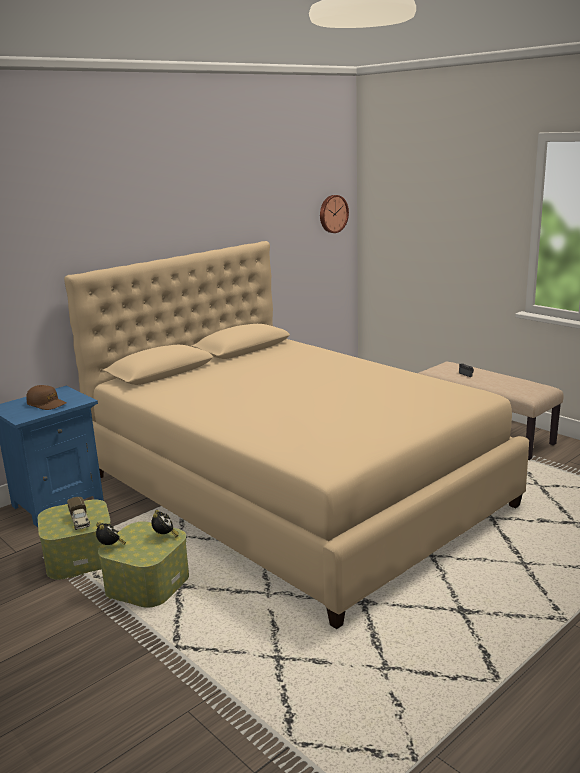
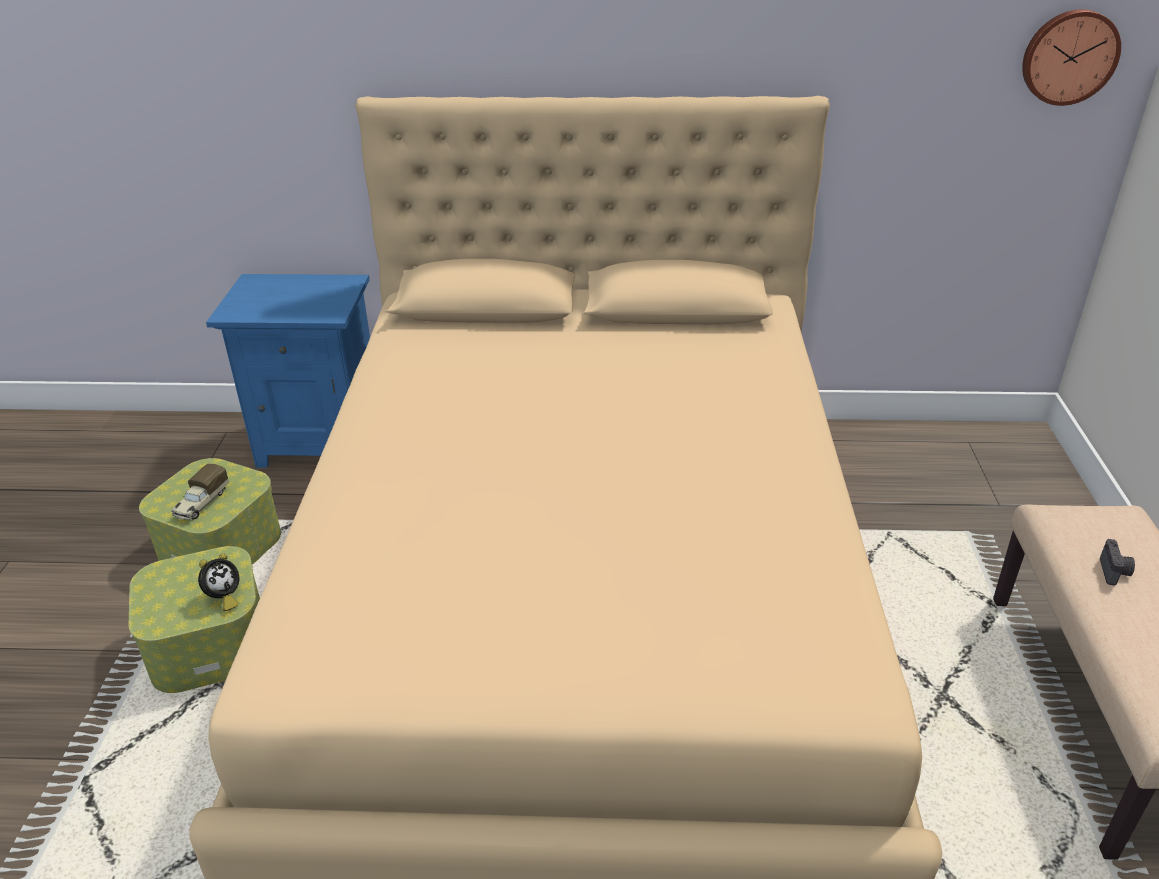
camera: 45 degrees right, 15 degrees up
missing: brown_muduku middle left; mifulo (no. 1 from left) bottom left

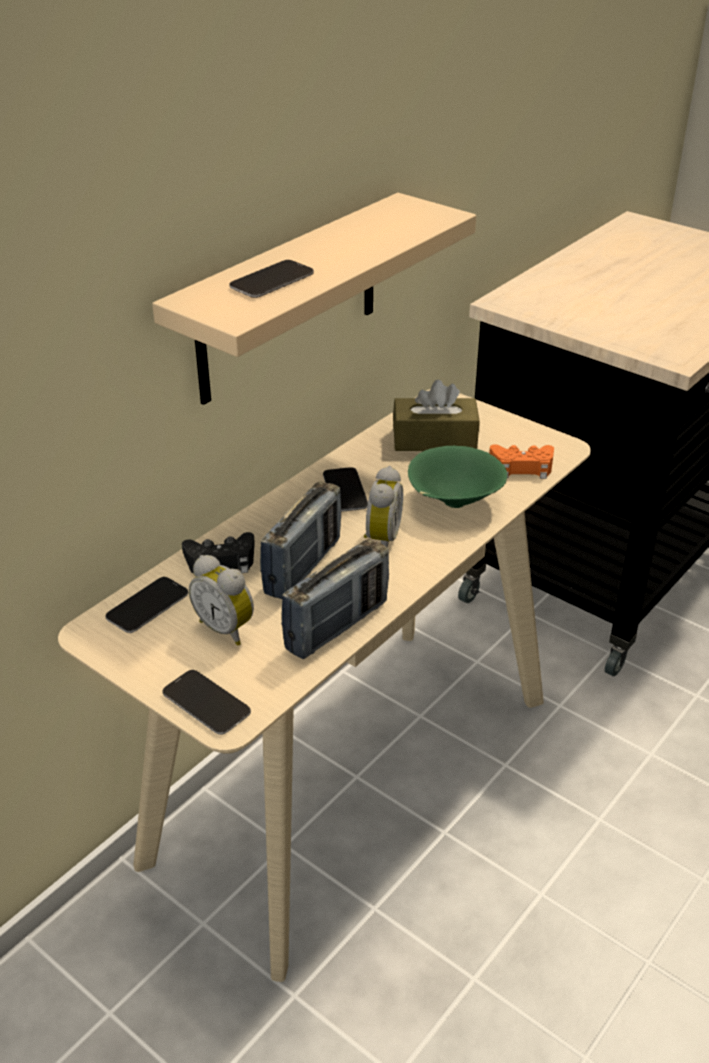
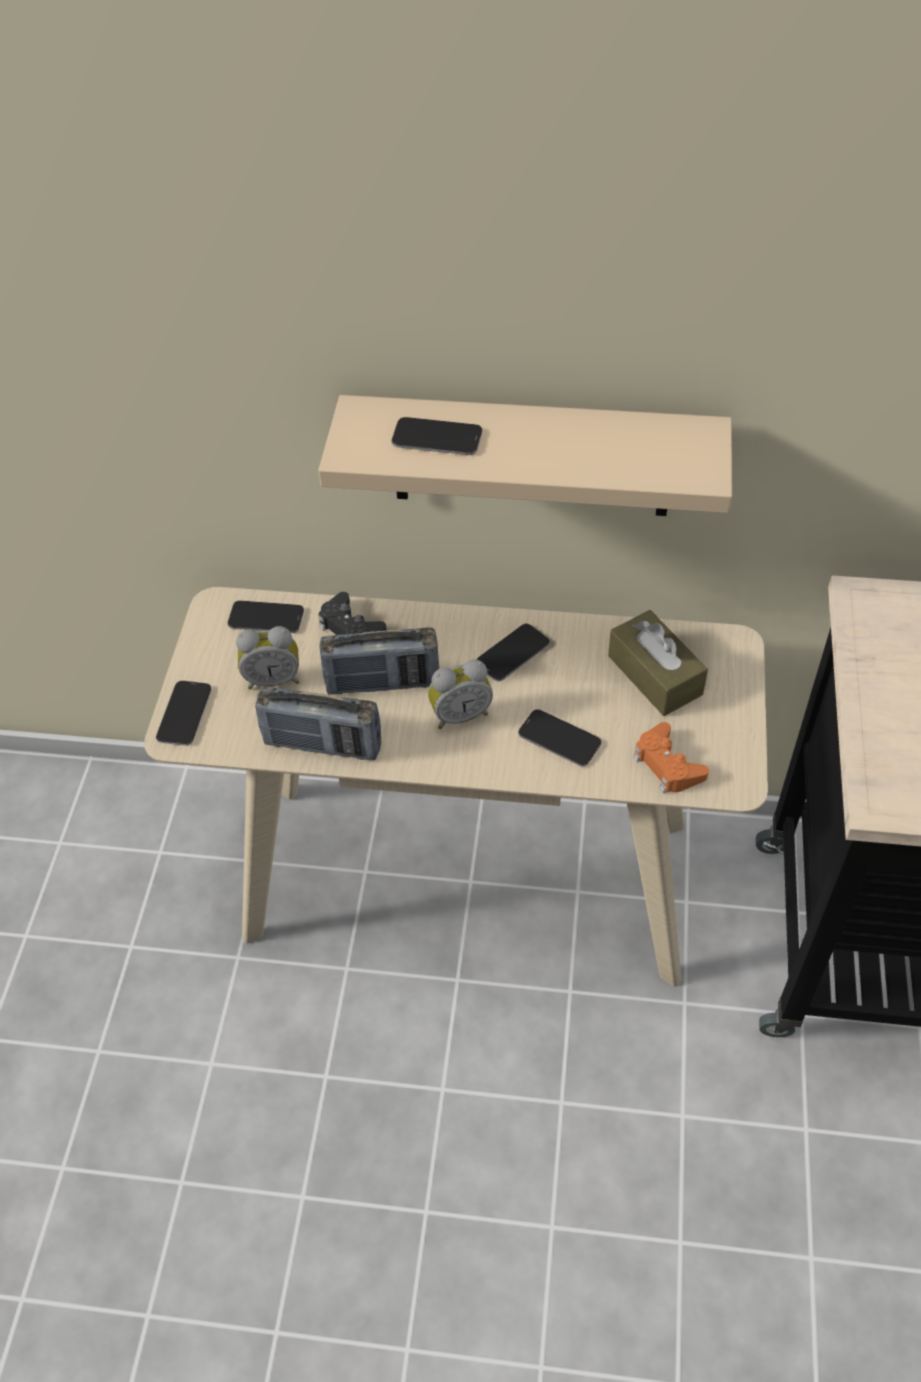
camera: 60 degrees right, 15 degrees up
exchanged: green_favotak centre to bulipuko (no. 5 from left) centre
spun: mifulo (no. 1 from left) middle left = middle left 105 degrees counterclockwise

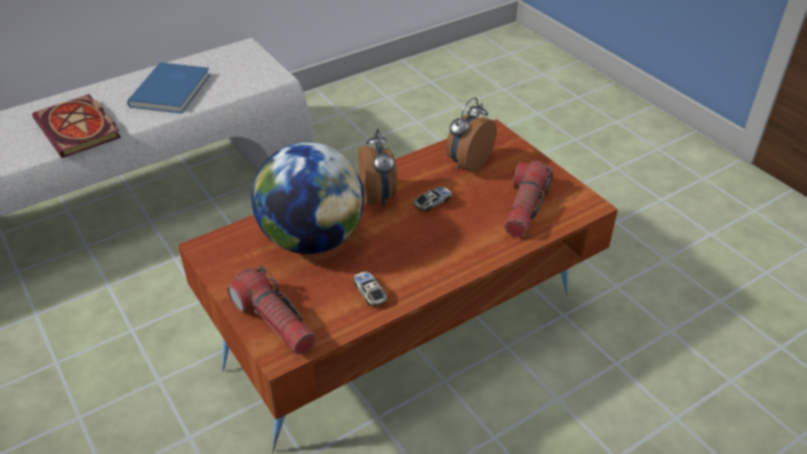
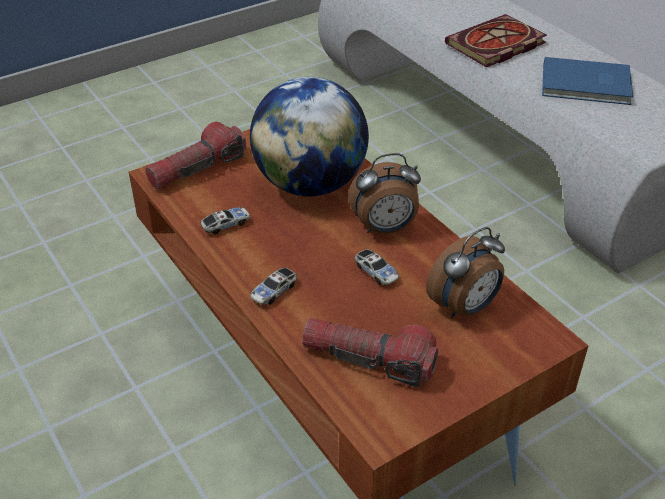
camera: 90 degrees right, 0 degrees up
appeared: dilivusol (no. 2 from left) centre
spun: mifulo (no. 2 from left) top centre = middle right 105 degrees clockwise

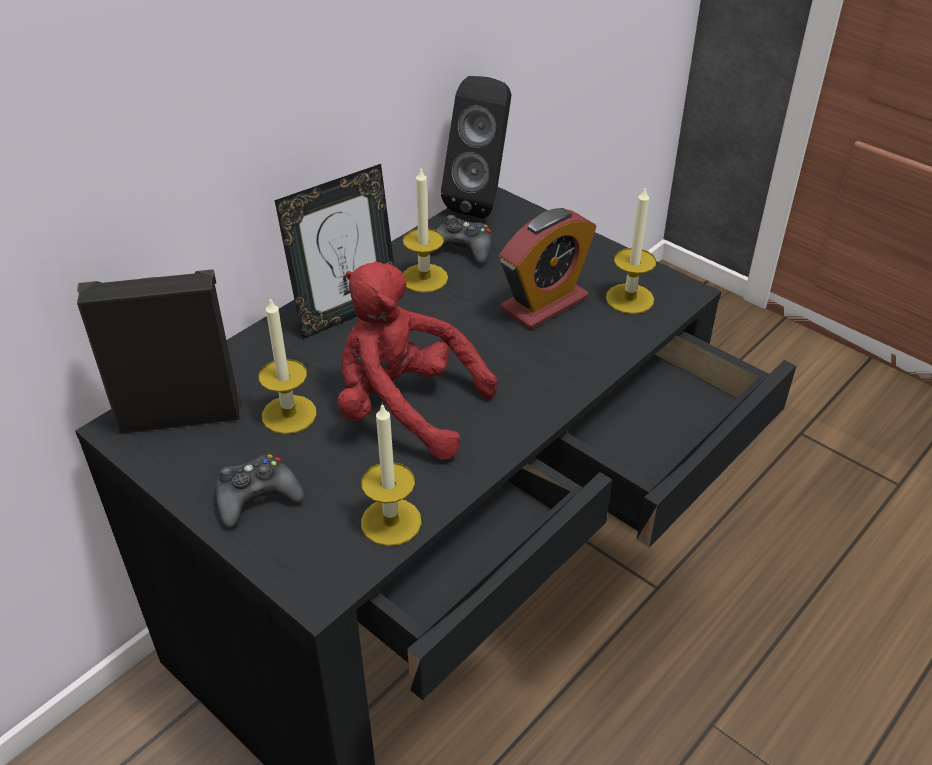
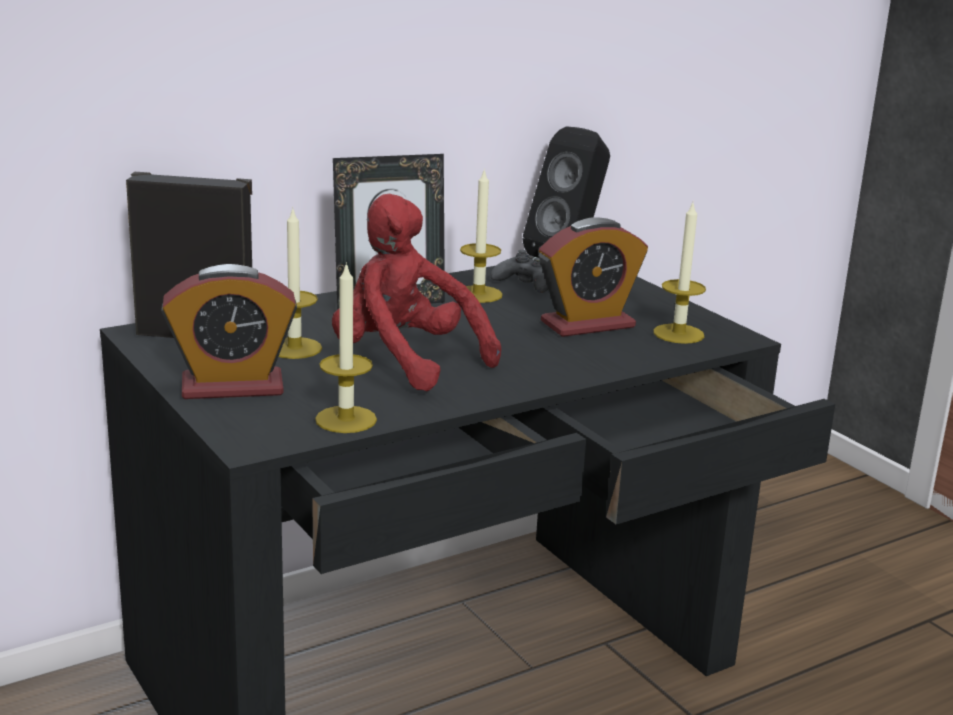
camera: 15 degrees right, 20 degrees down
exchanged: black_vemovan (no. 1 from left) middle left to mifulo (no. 1 from left) middle left

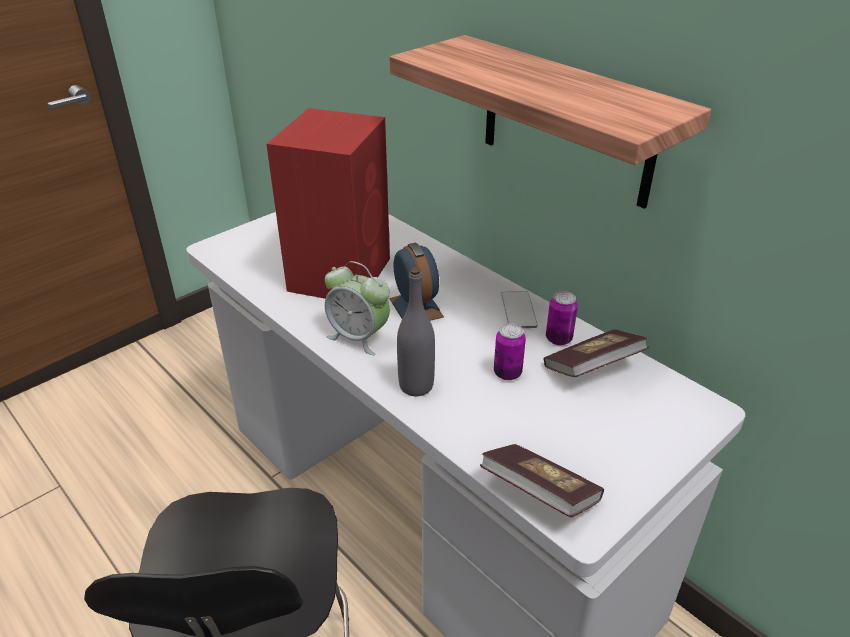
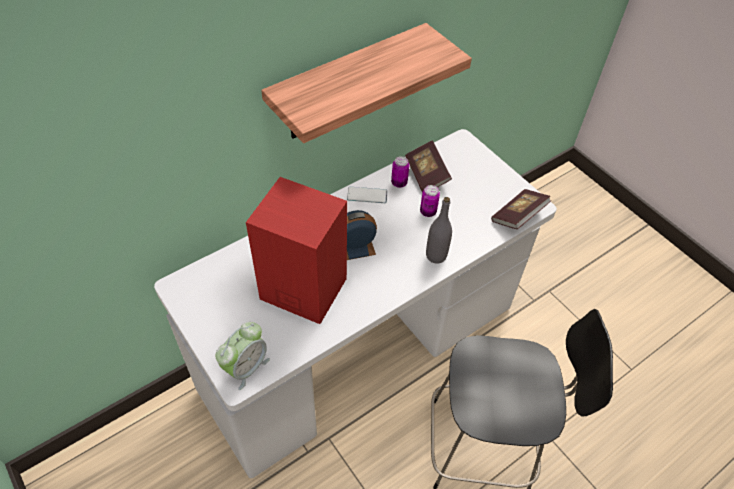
camera: 85 degrees left, 15 degrees up
relocated: mifulo (no. 1 from left) centre to bottom left

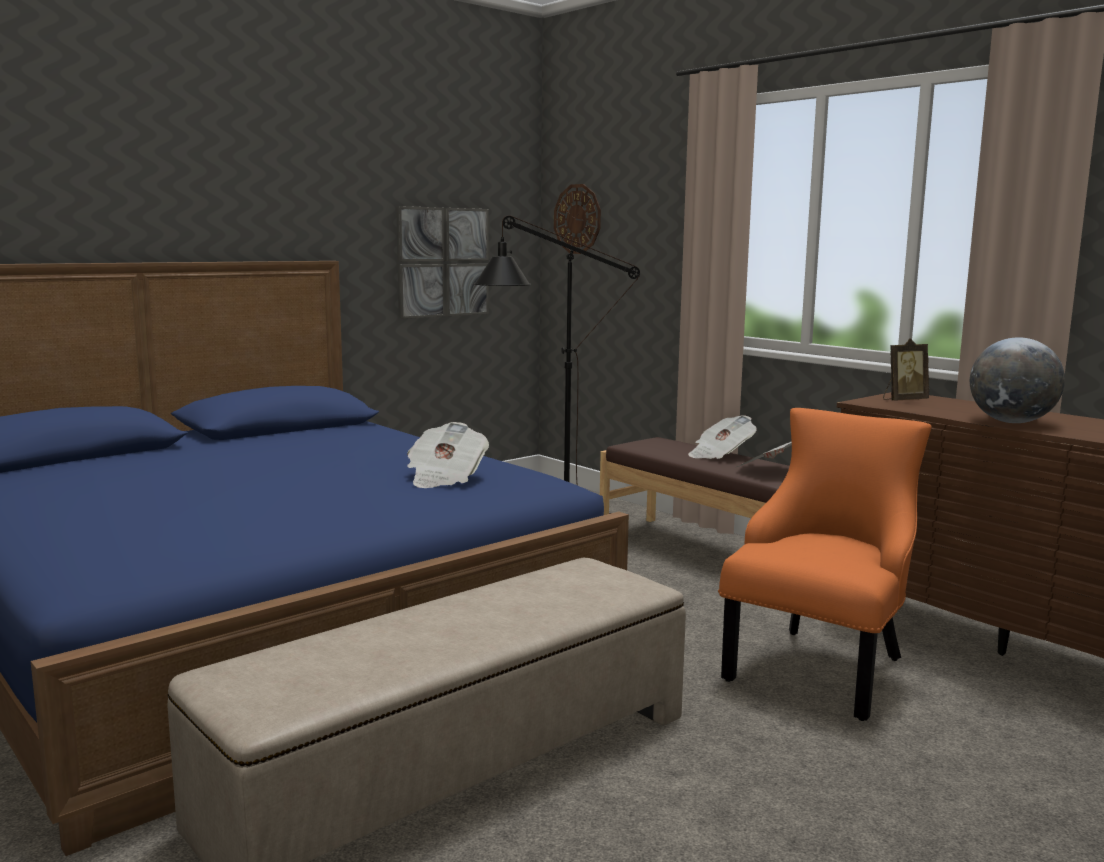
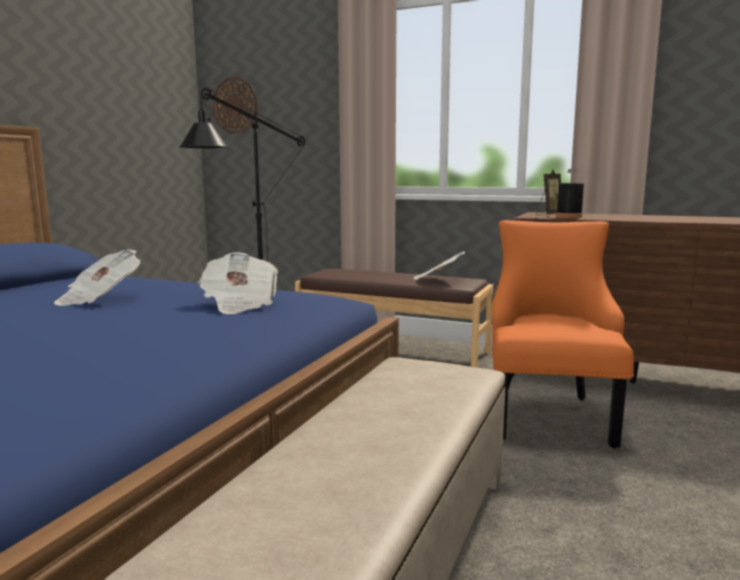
camera: 25 degrees left, 0 degrees up
missing: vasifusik top centre; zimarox middle right
appeared: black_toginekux top right
relocated: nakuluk (no. 2 from left in the first image) centre to nakuluk (no. 1 from left) middle left

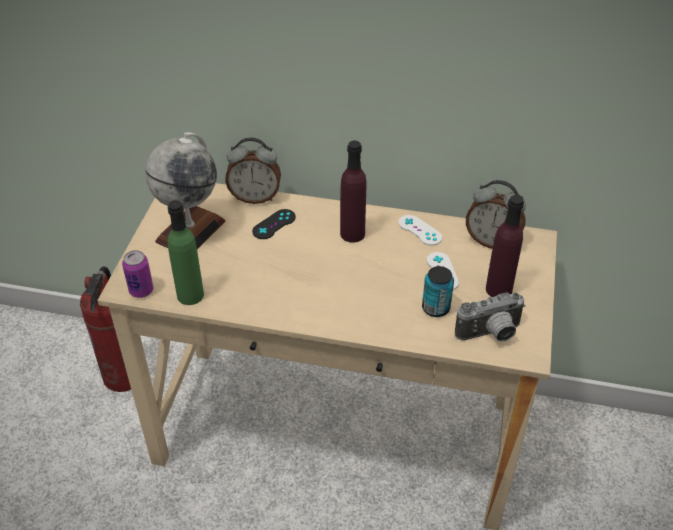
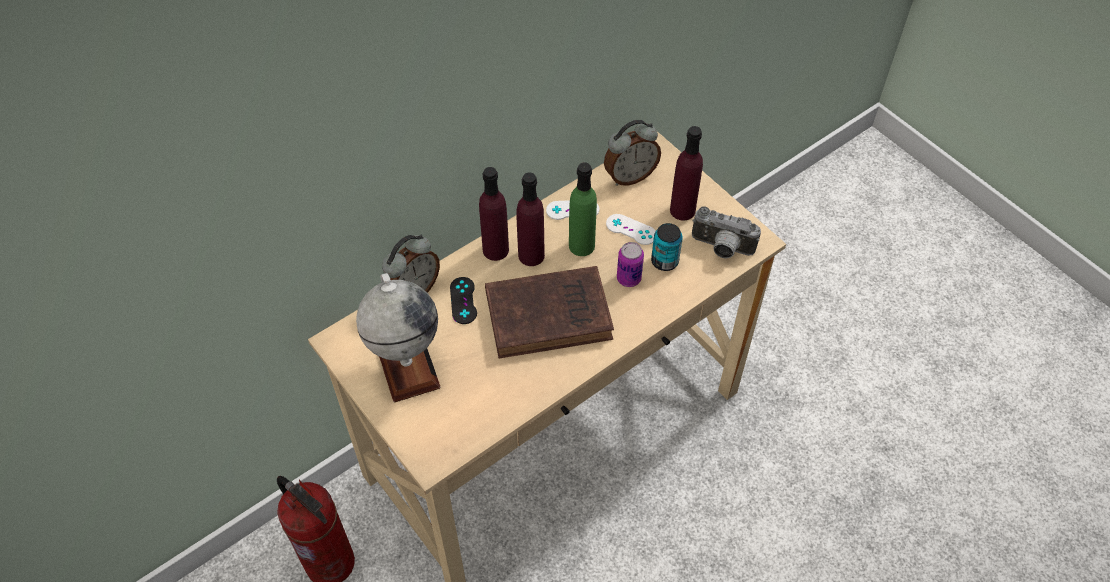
camera: 50 degrees left, 10 degrees up
appeared: purple_toginekux (no. 1 from left) centre; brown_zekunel centre
relocated: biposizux (no. 1 from left) middle left to centre; green_toginekux middle left to centre
spun: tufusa middle right = centre 90 degrees clockwise

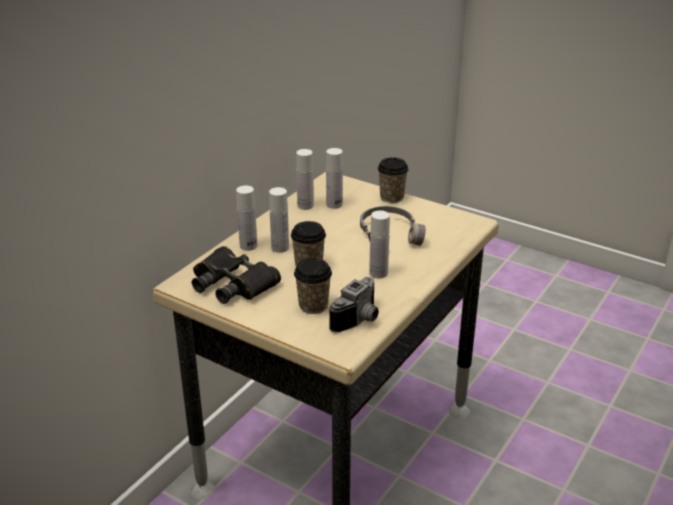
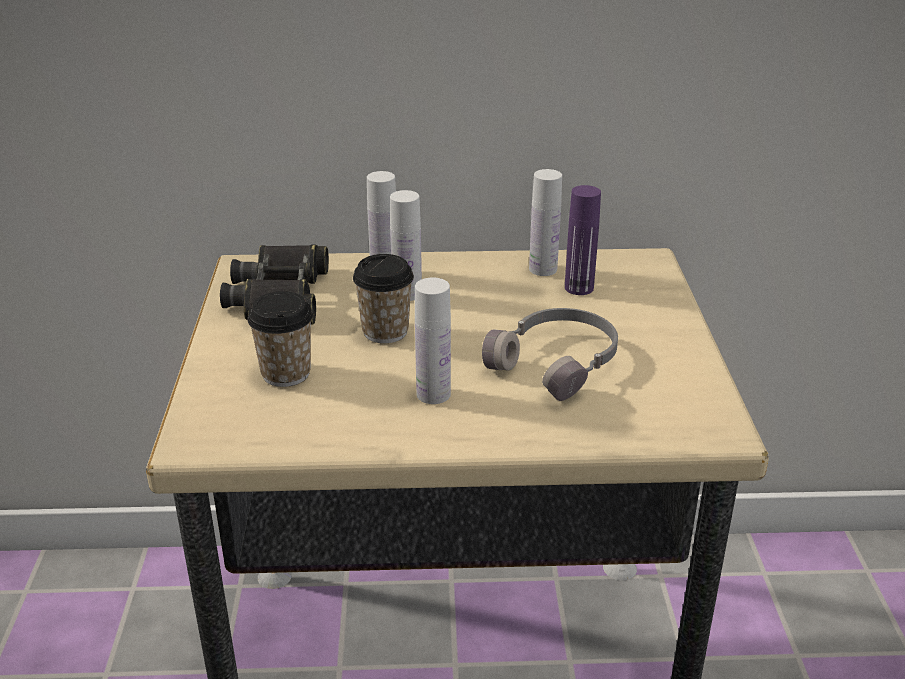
camera: 55 degrees right, 0 degrees up
missing: tufusa centre; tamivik (no. 3 from left) centre
colour: white_toginekux (no. 4 from left) centre to purple_toginekux centre

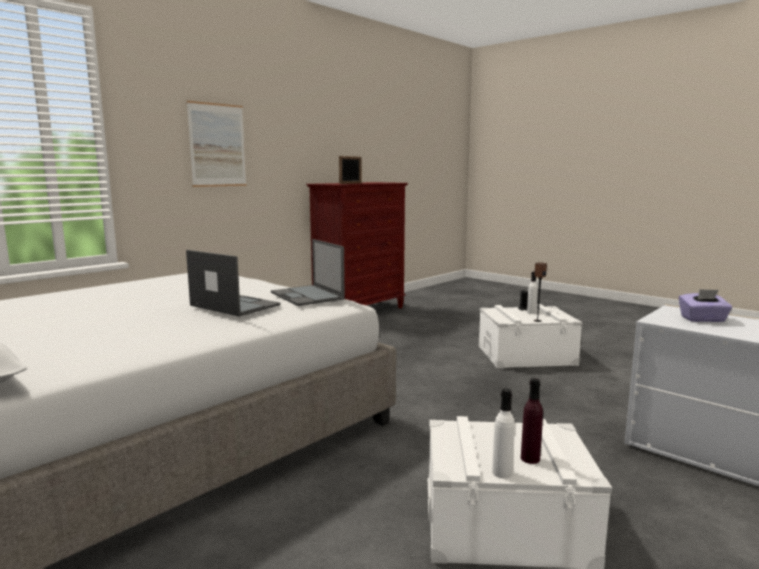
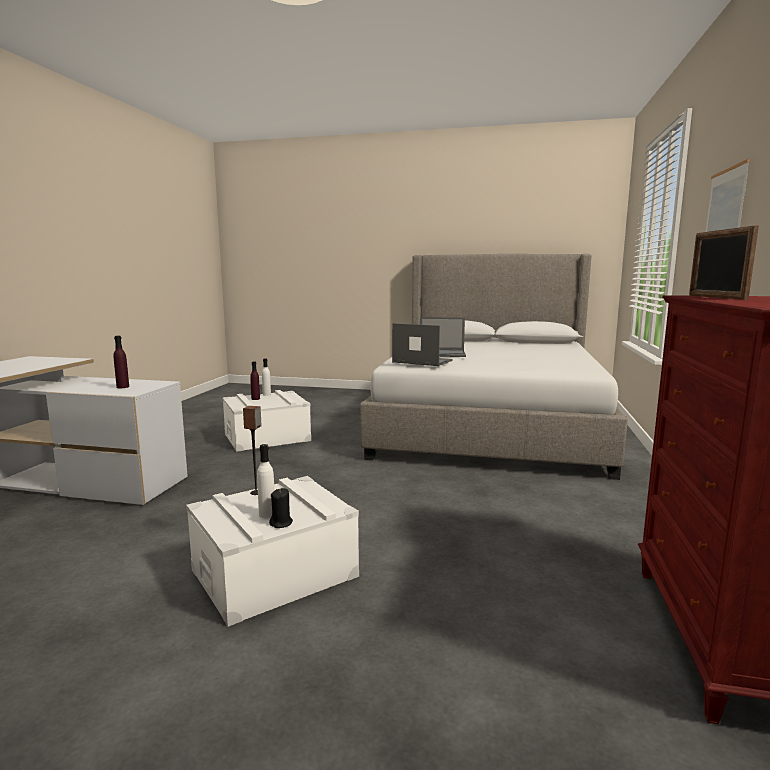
camera: 150 degrees right, 0 degrees up
exchanged: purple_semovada middle right to purple_toginekux (no. 1 from left) middle left

